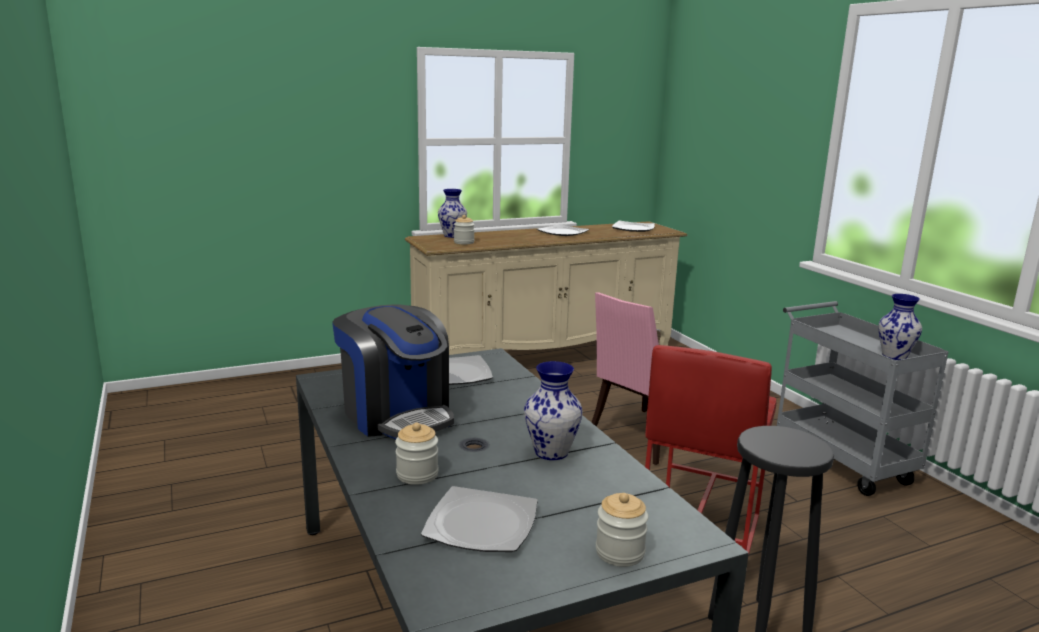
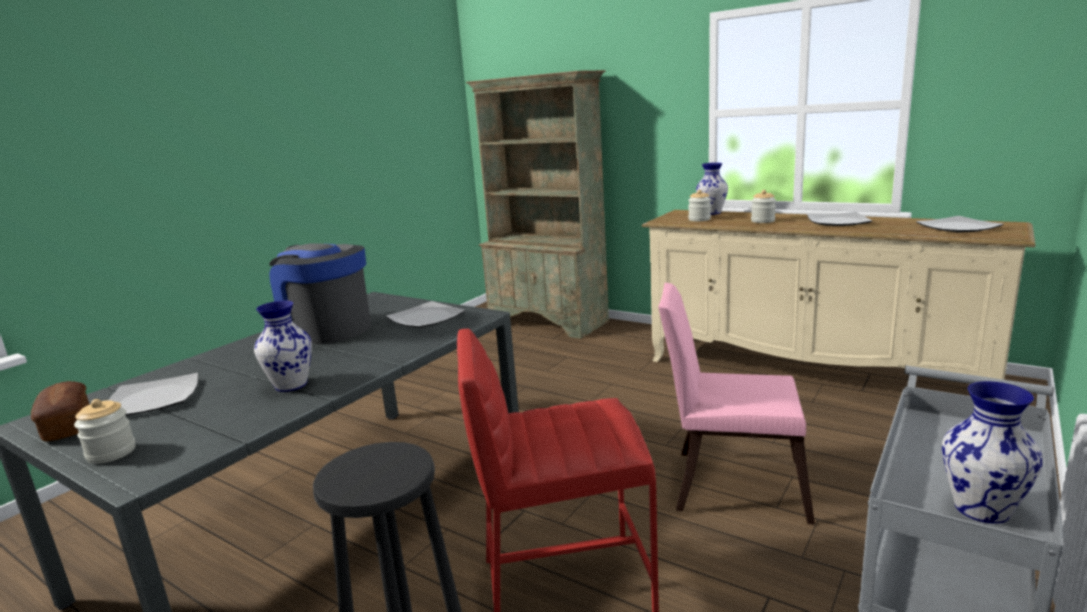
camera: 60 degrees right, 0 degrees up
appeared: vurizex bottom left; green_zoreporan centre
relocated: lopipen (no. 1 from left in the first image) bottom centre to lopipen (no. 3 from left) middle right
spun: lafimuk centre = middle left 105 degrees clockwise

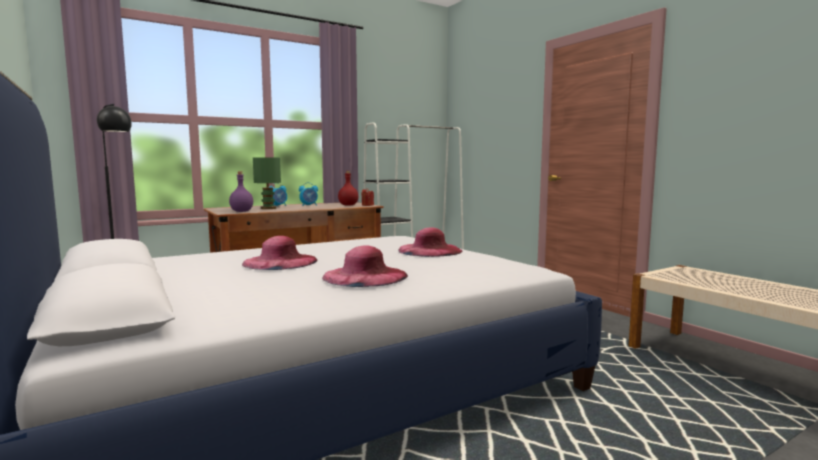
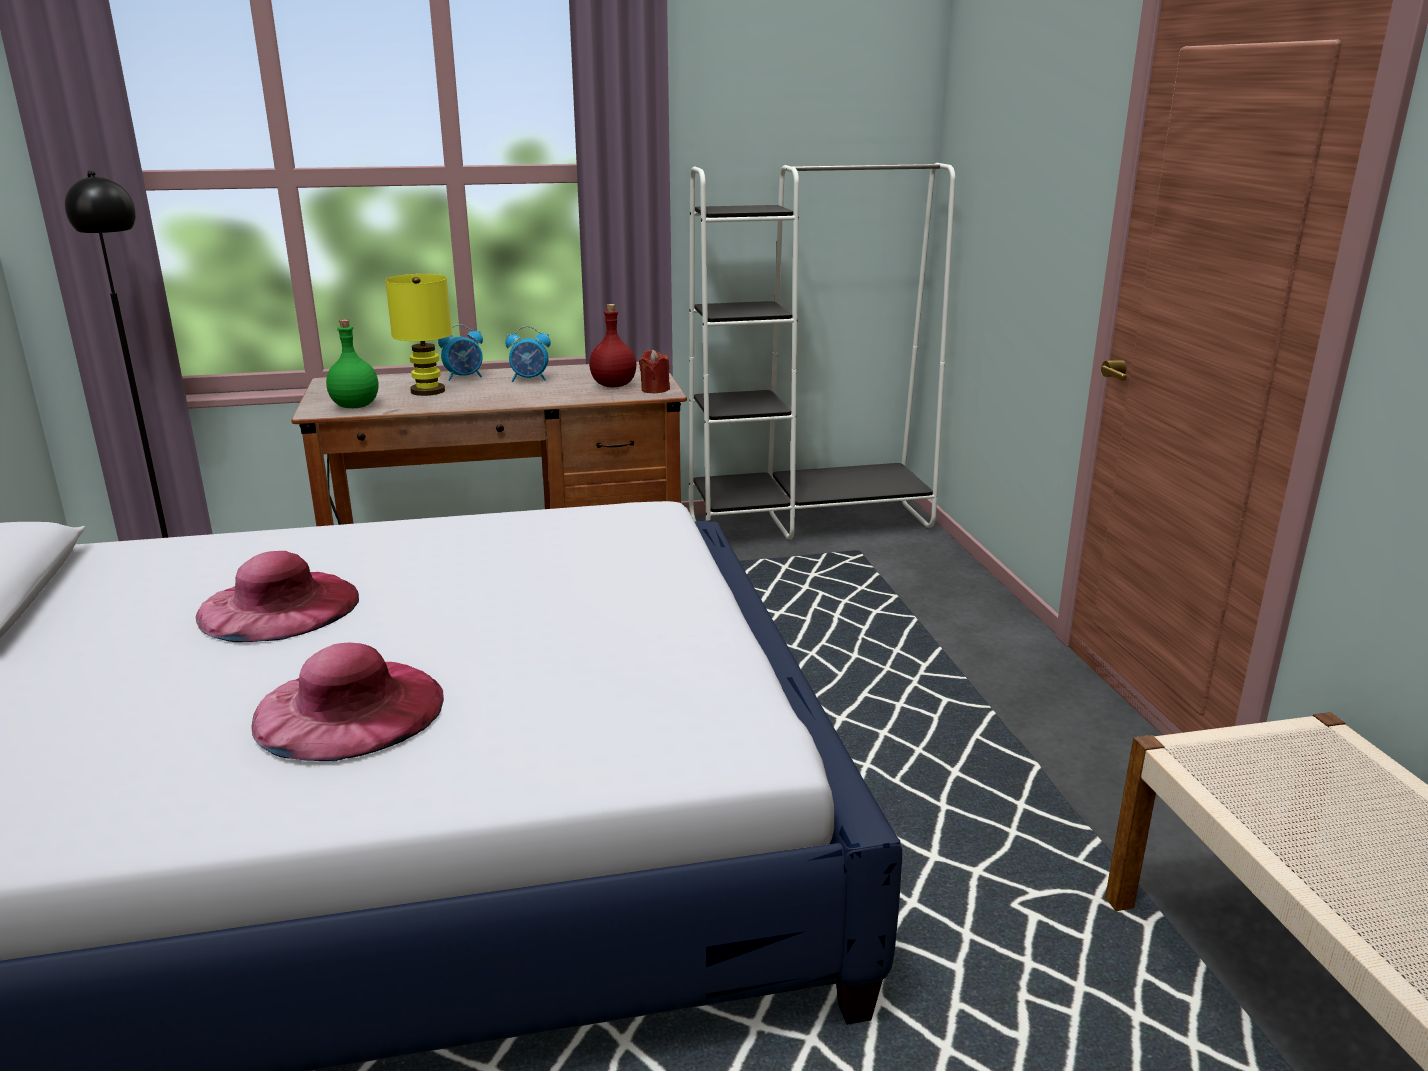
camera: 20 degrees right, 15 degrees up
missing: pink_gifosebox (no. 3 from left) centre
colour: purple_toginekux middle left to green_toginekux middle left; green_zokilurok middle left to yellow_zokilurok top left

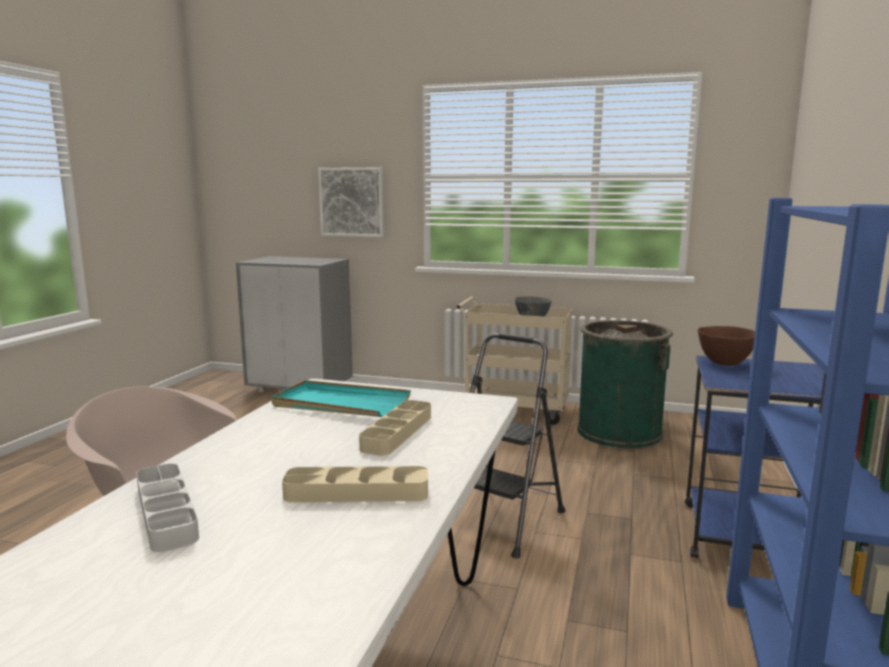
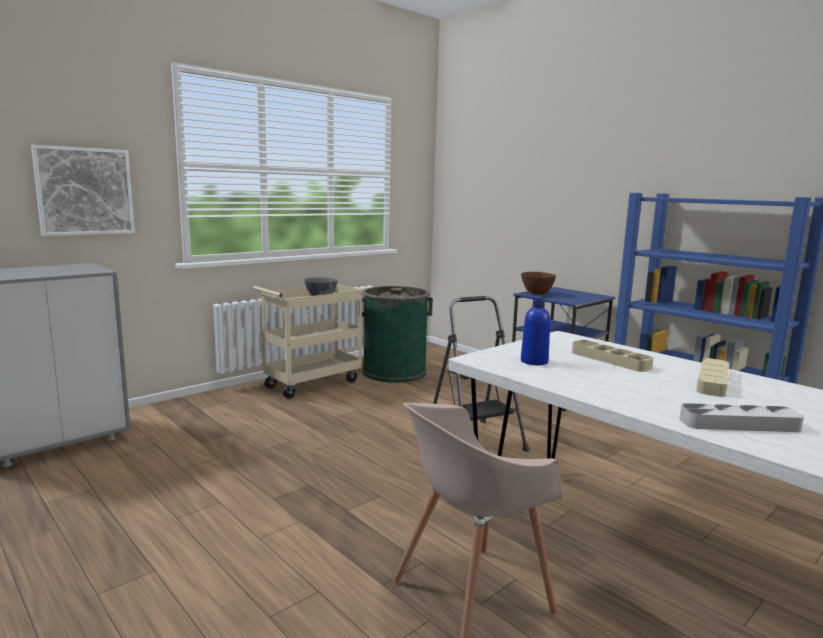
camera: 60 degrees left, 0 degrees up
exchanged: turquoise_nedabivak centre to blue_toginekux centre

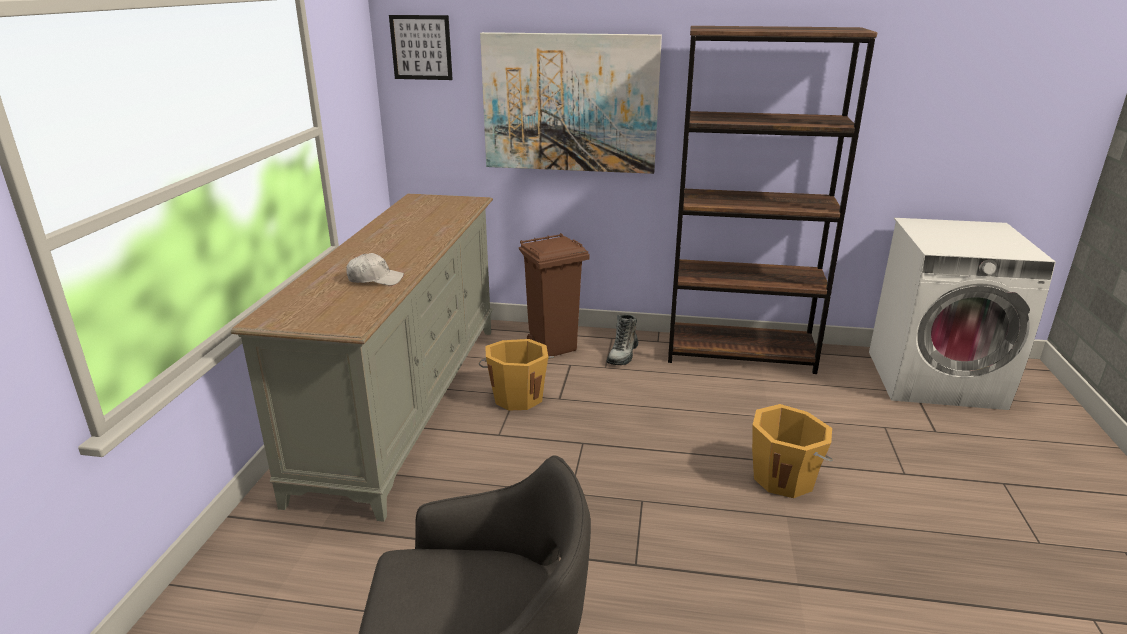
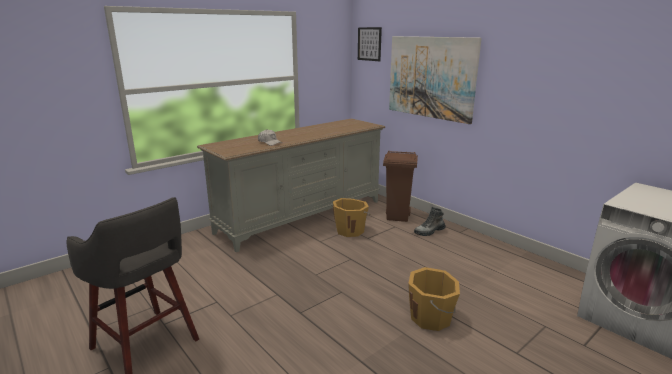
camera: 40 degrees right, 5 degrees down
missing: brown_zoreporan top right

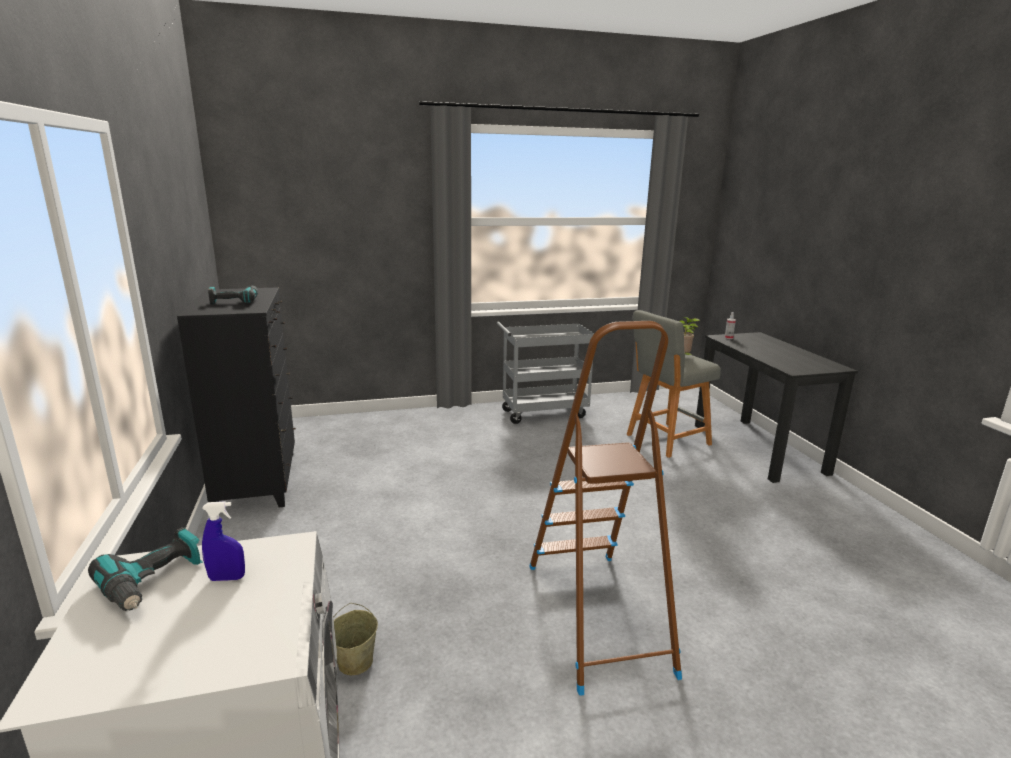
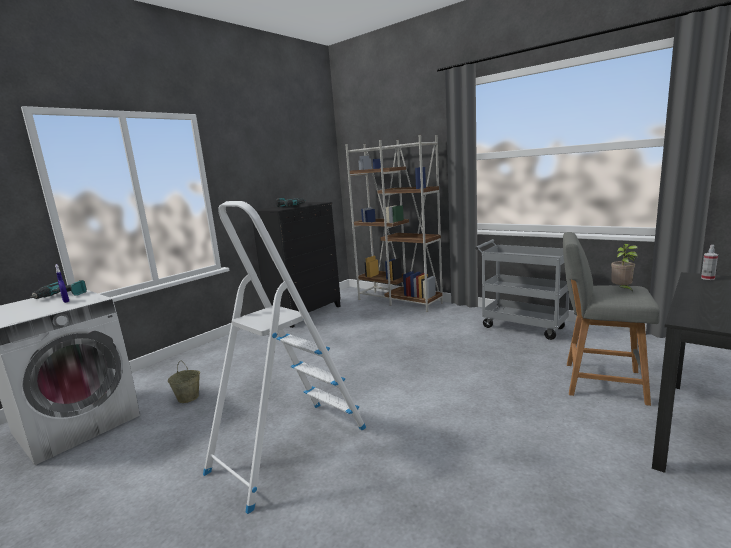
camera: 55 degrees right, 5 degrees down
appeared: brown_zoreporan centre
colour: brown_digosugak bottom centre to white_digosugak centre

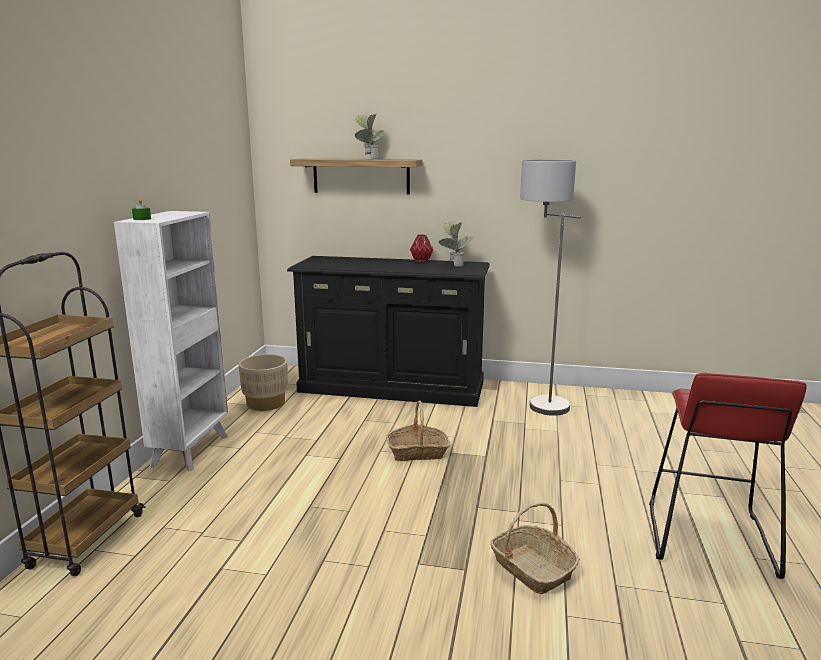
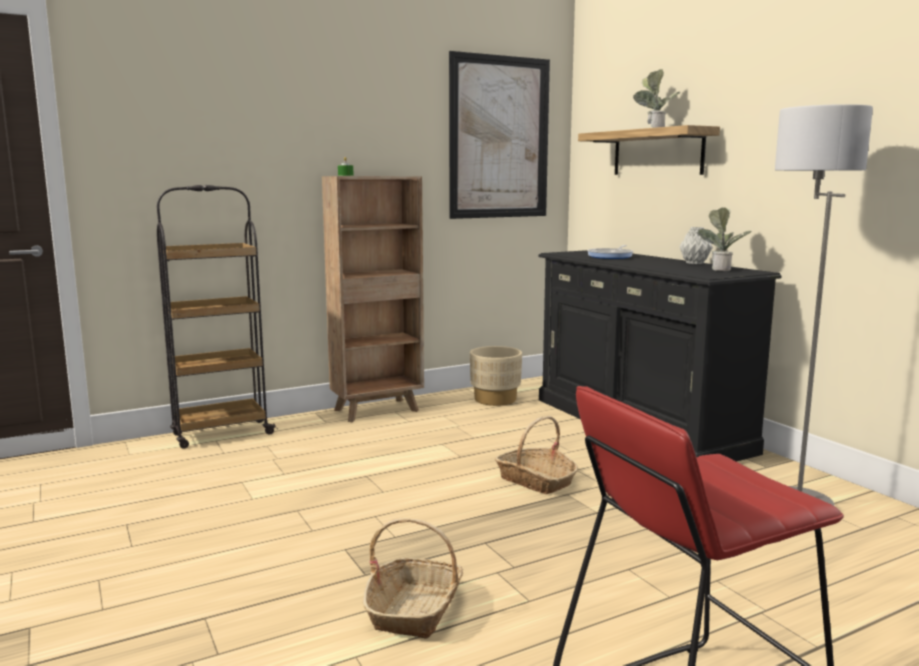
camera: 50 degrees right, 5 degrees down
appeared: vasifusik top centre; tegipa centre
colour: white_zoreporan middle left to brown_zoreporan centre; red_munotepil centre to grey_munotepil middle right

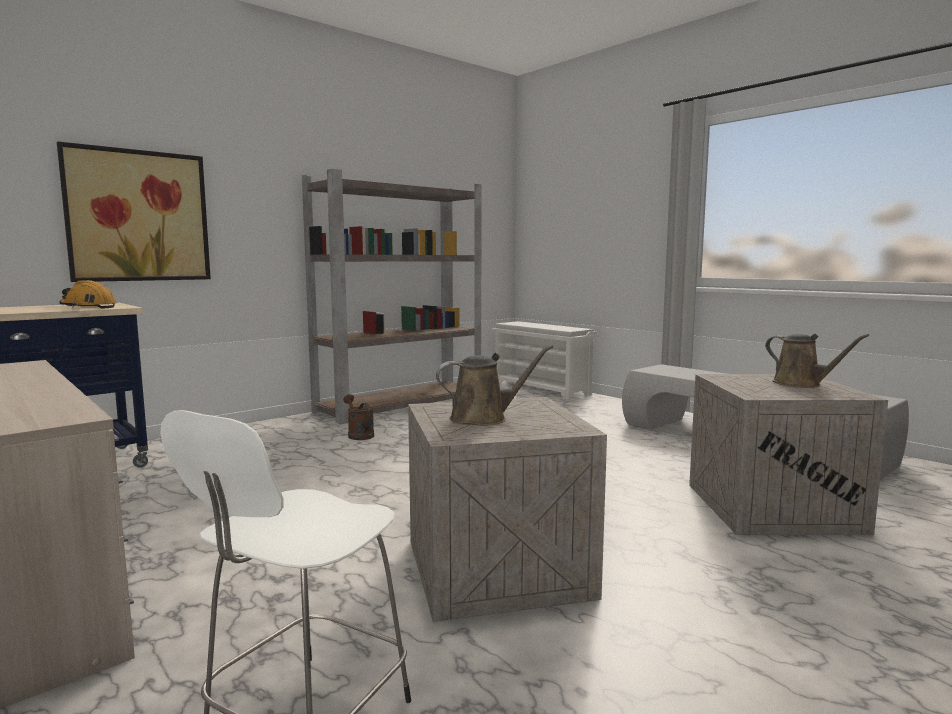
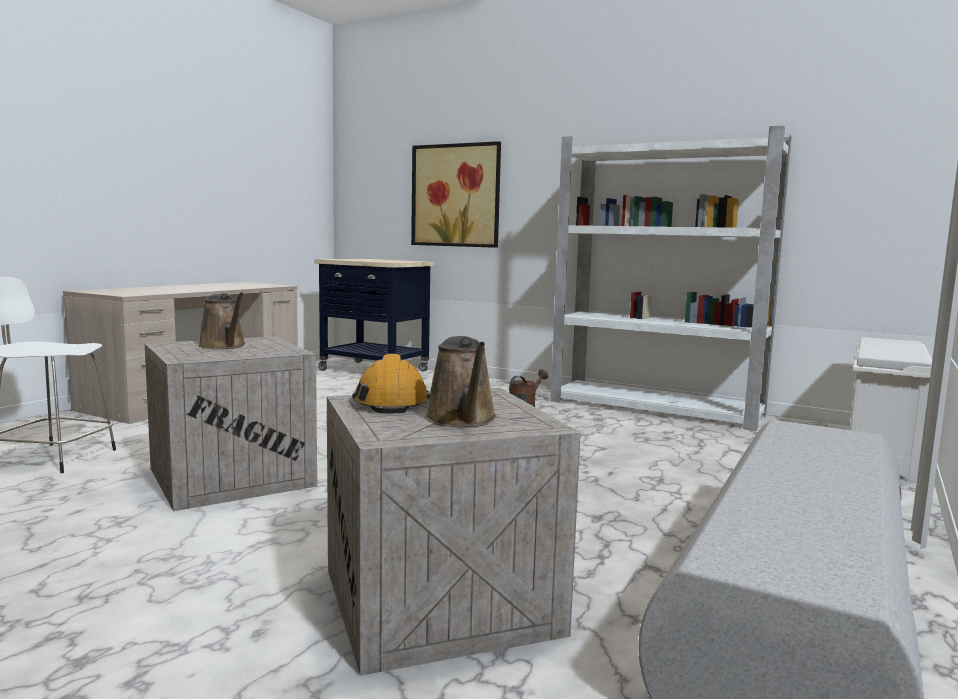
camera: 70 degrees right, 0 degrees up
relocated: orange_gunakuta middle left to centre
colour: brown_zoreporan centre to white_zoreporan middle right
spun: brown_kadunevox (no. 3 from left in the first image) middle right = centre 45 degrees counterclockwise

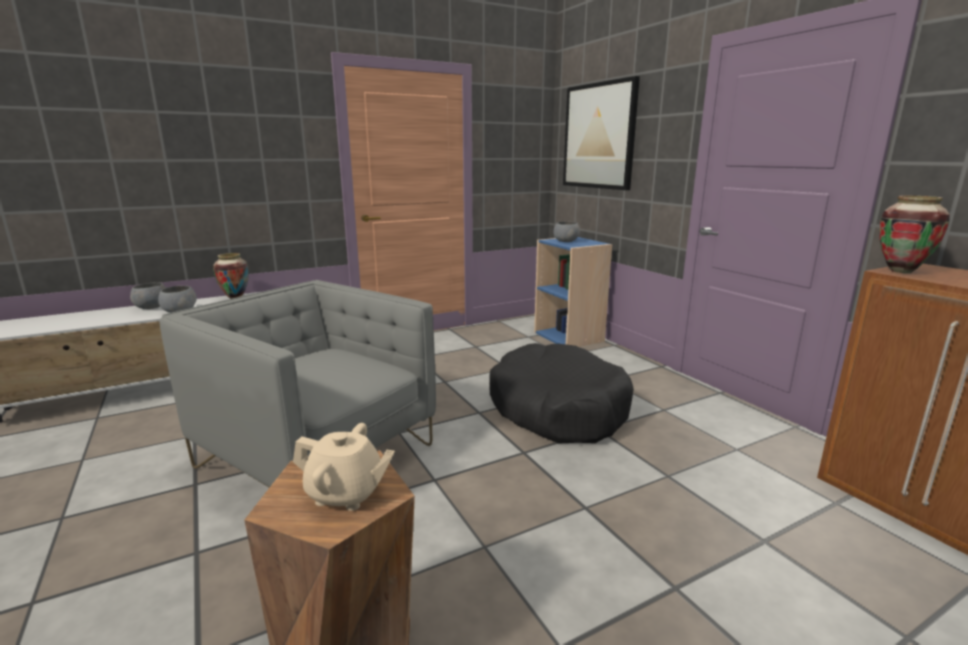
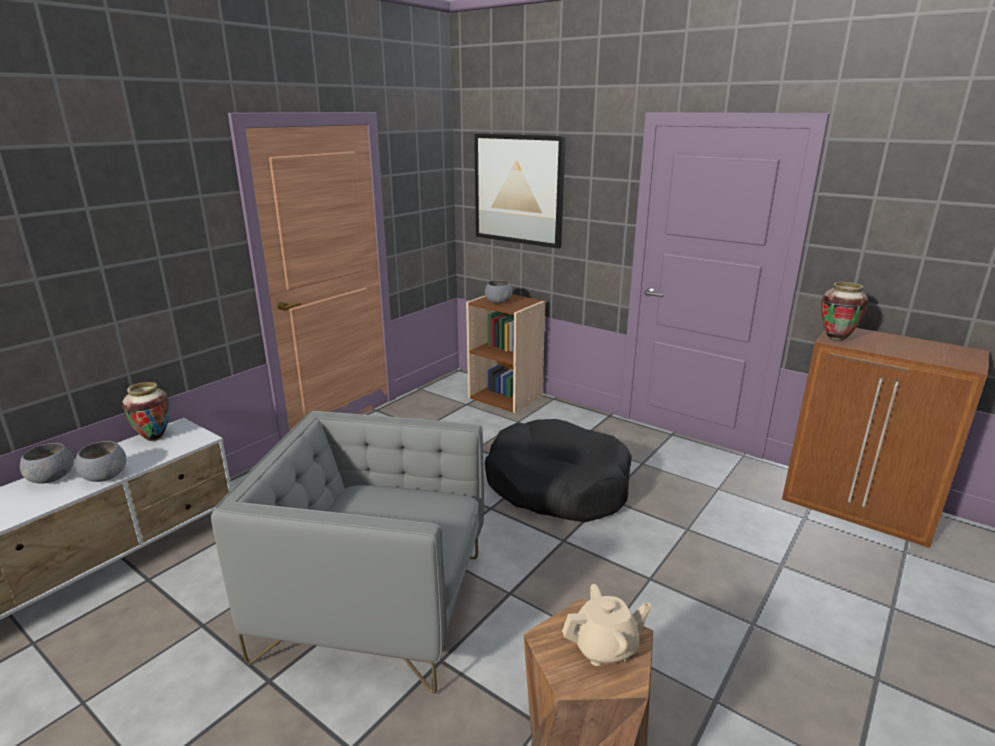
camera: 25 degrees left, 5 degrees up
colour: blue_zoreporan centre to brown_zoreporan centre

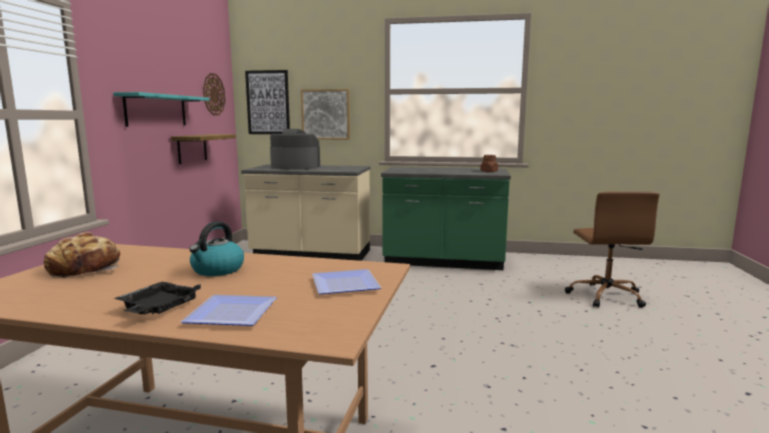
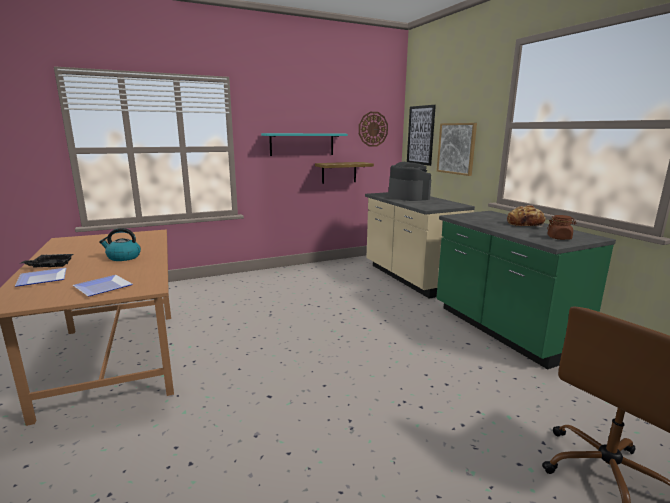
camera: 55 degrees right, 5 degrees up
relocated: vurizex middle left to middle right

